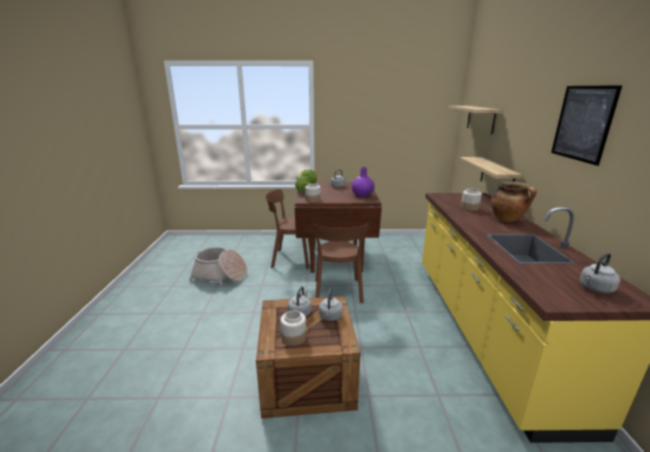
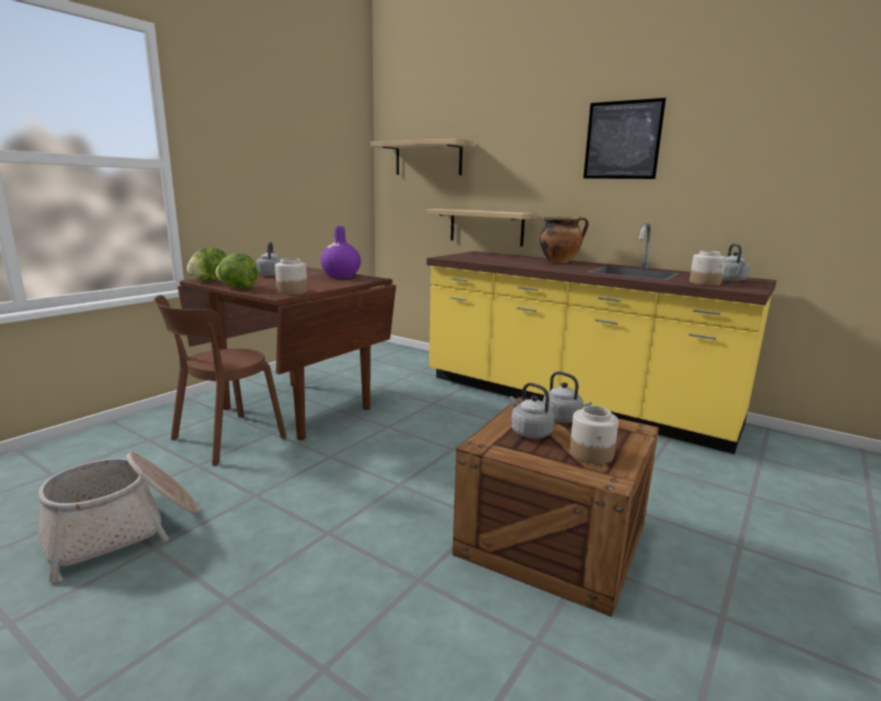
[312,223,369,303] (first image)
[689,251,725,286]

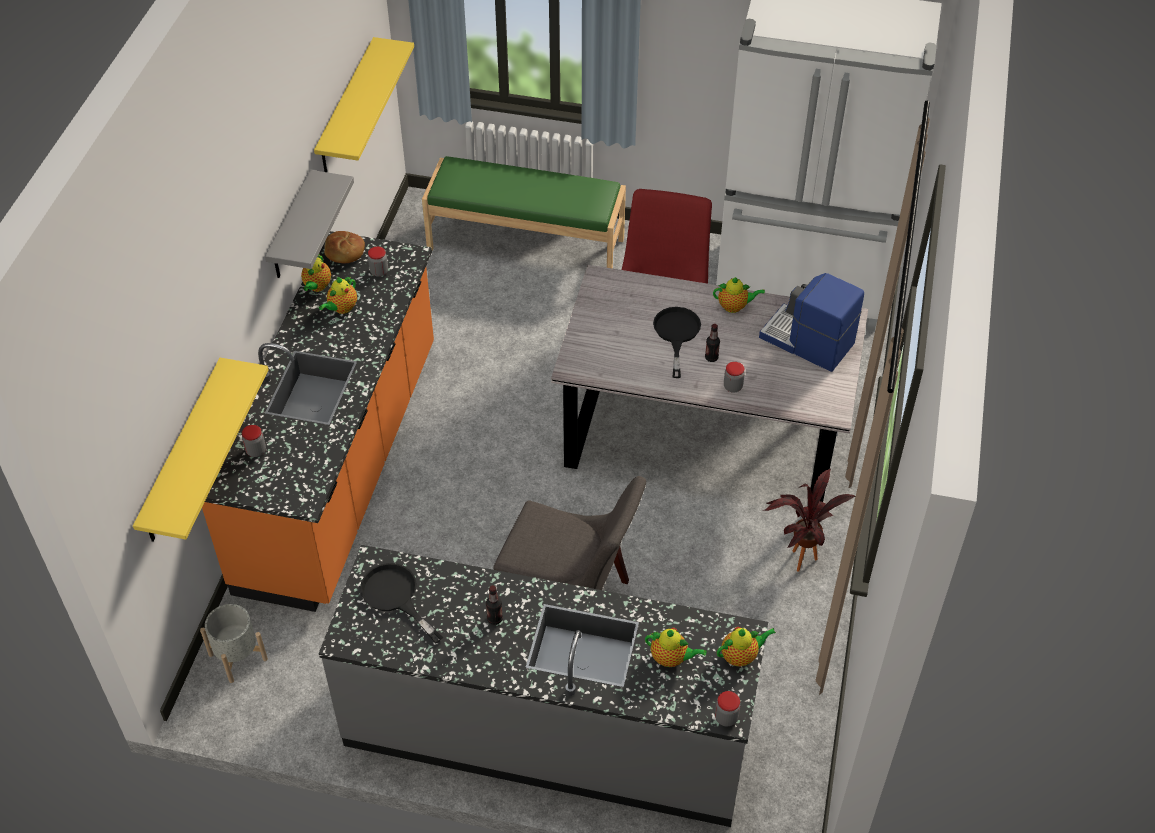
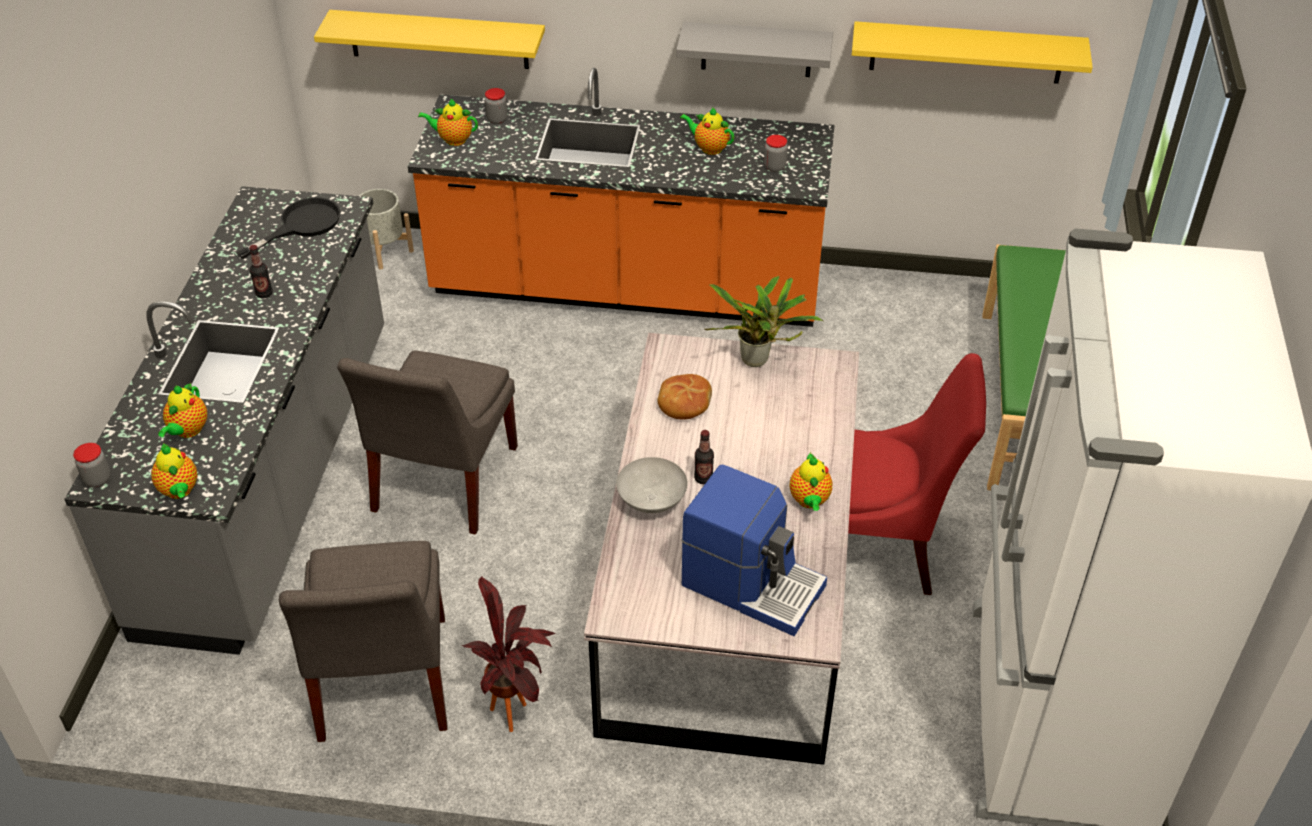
[653,307,701,378] (first image)
[279,541,447,742]
[704,276,823,367]
[418,98,478,146]
[657,374,712,420]
[616,457,688,513]
[681,464,827,636]

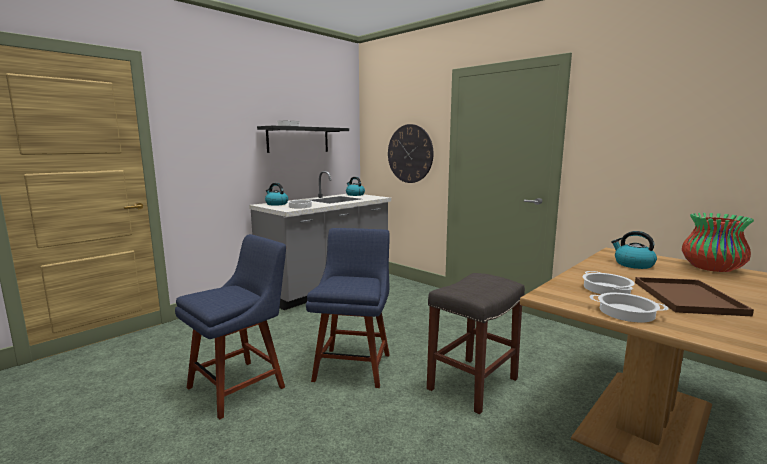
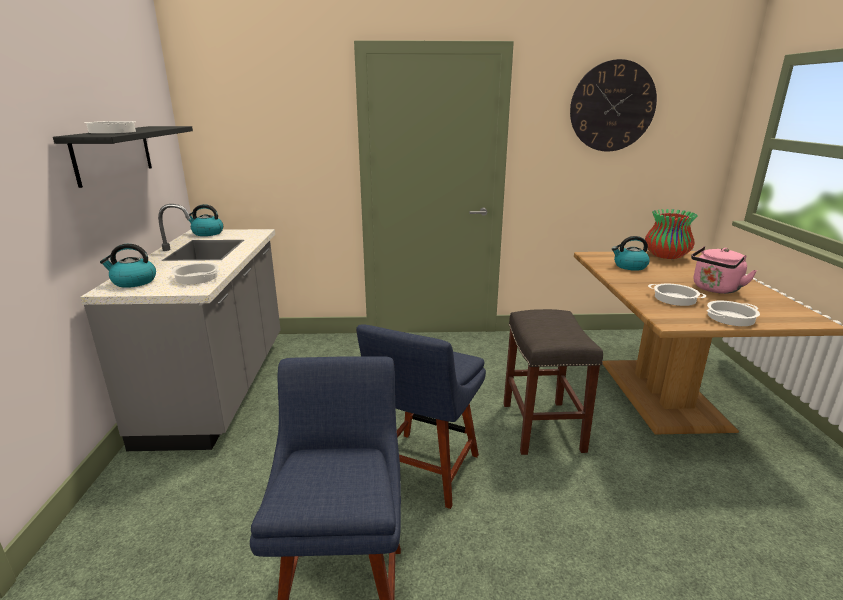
[570,59,657,151]
[691,246,757,294]
[356,324,486,509]

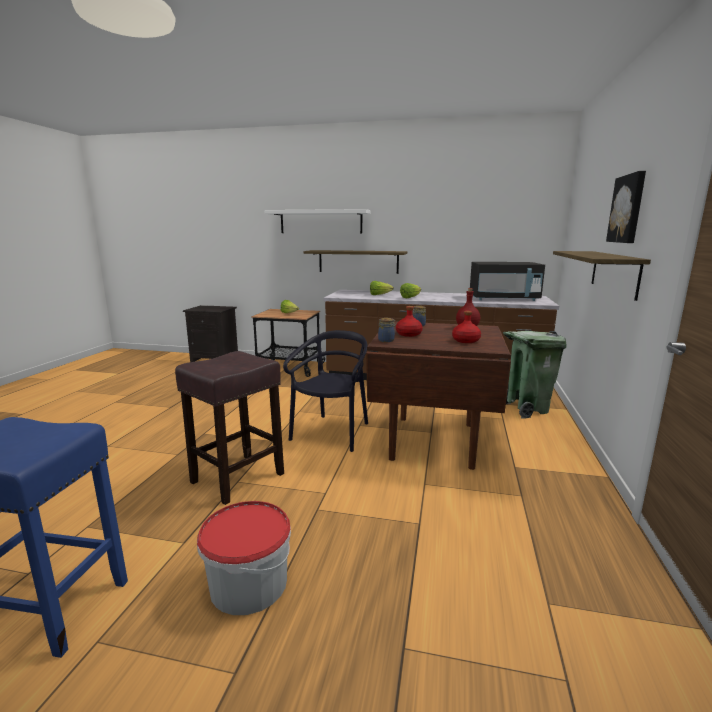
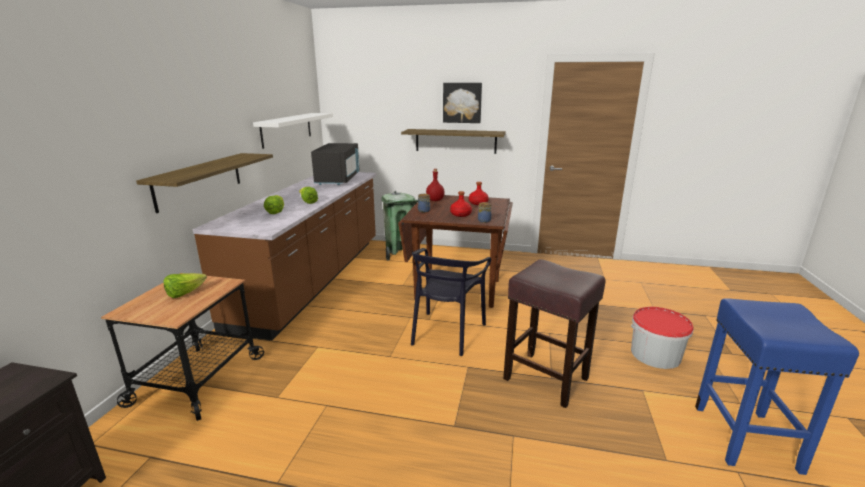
[253,113,333,149]
[411,248,491,356]

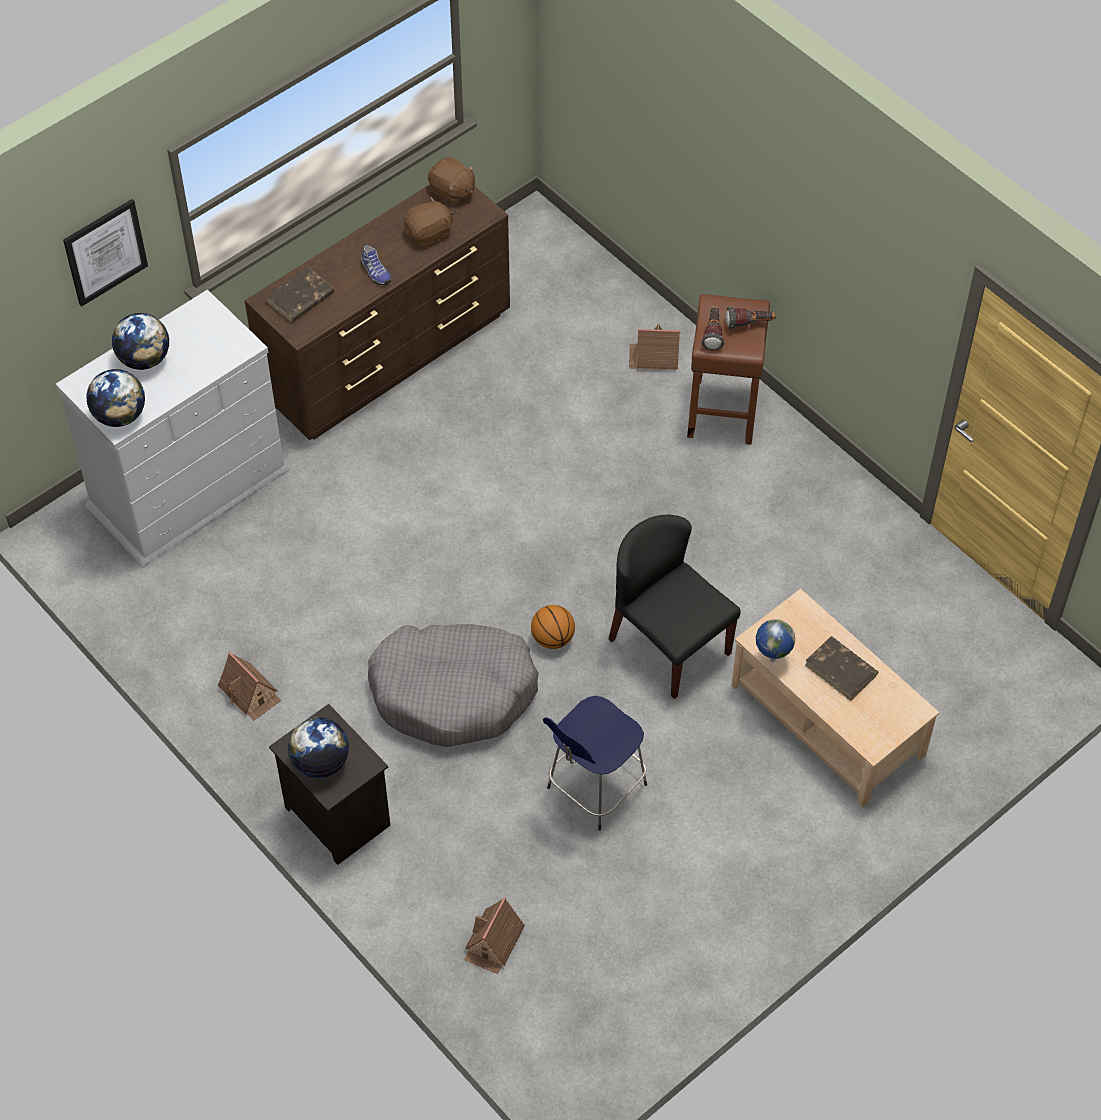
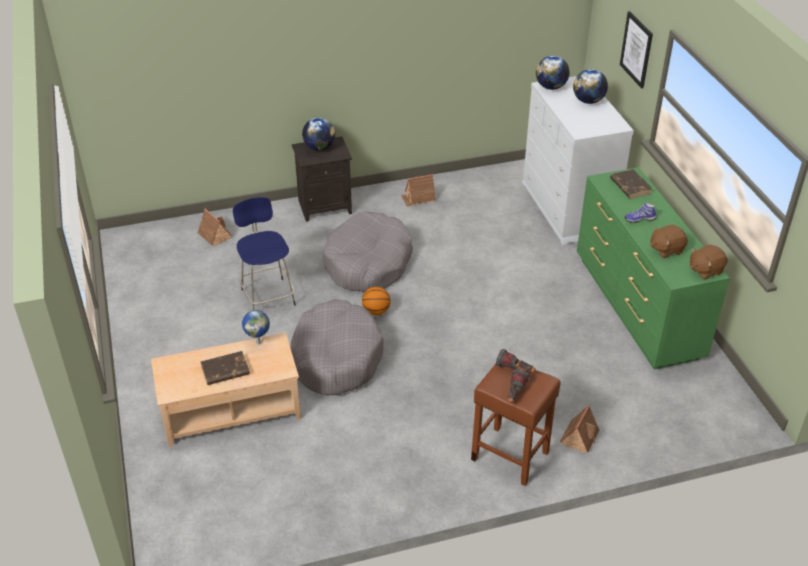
[291,299,384,396]
[577,167,730,369]
[650,225,688,258]

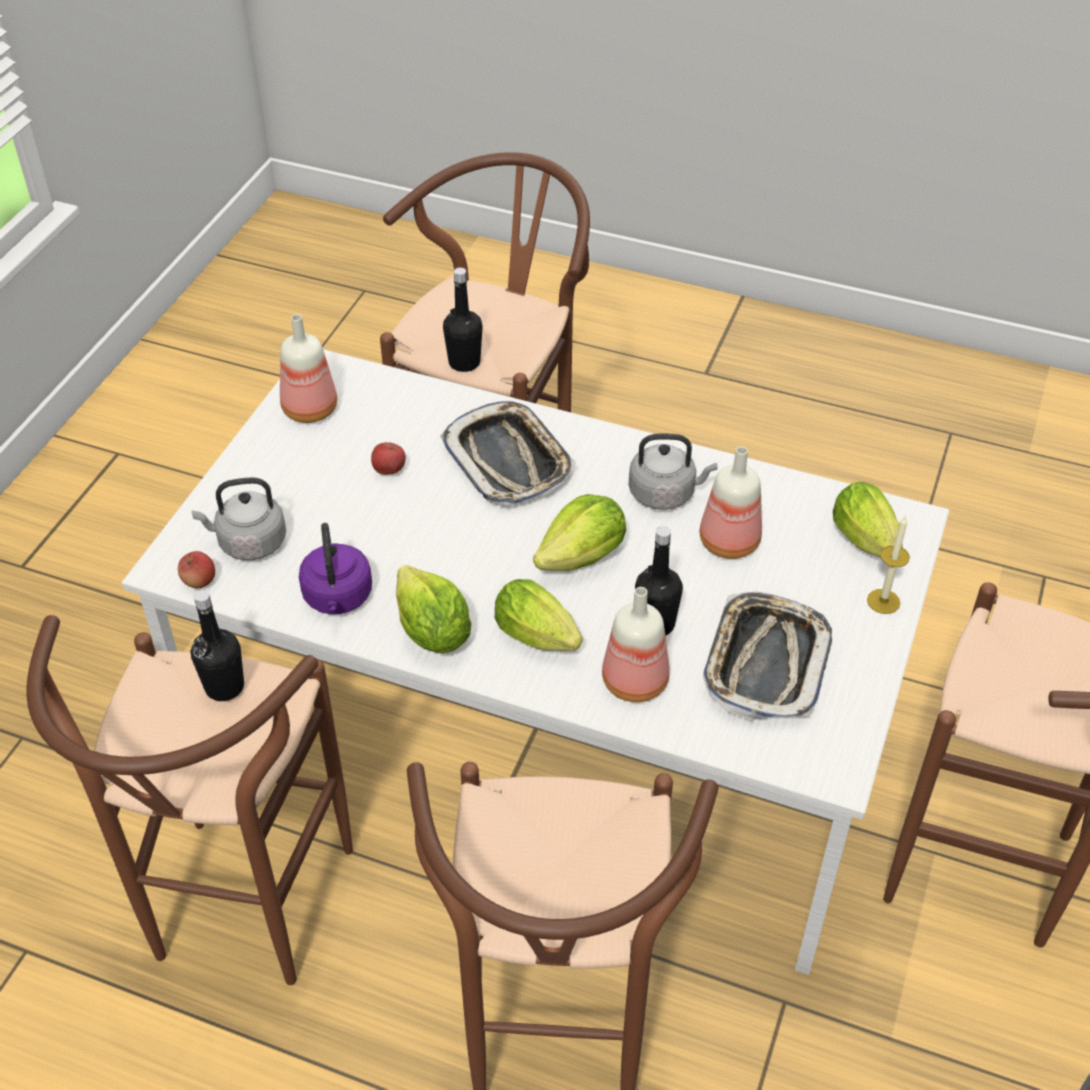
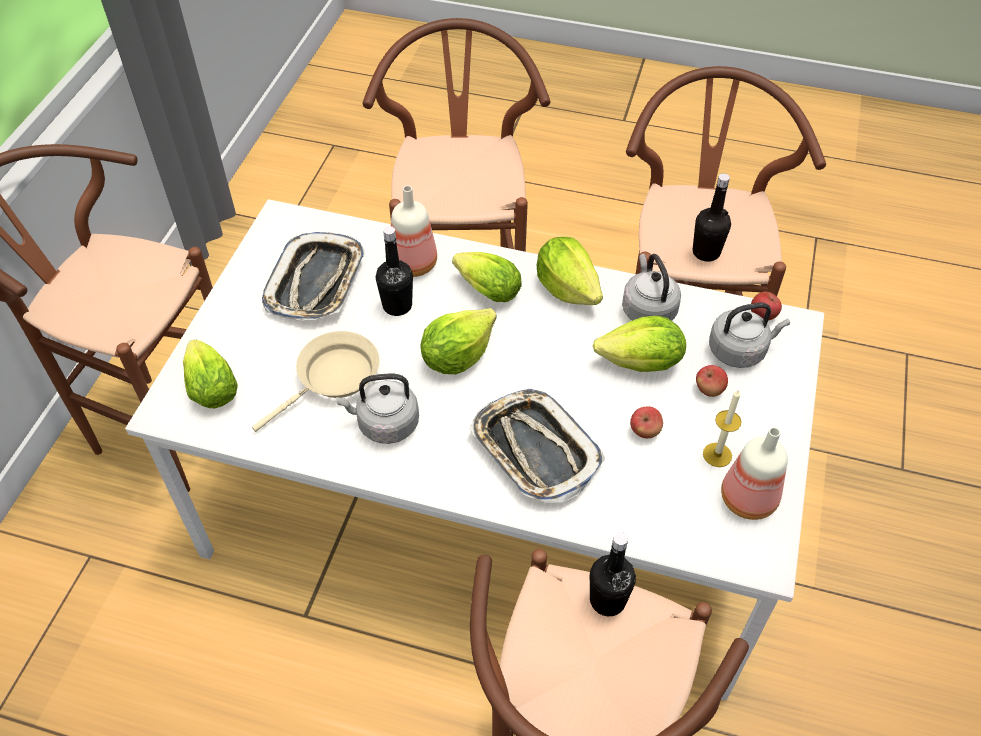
[593,316,686,372]
[696,365,728,397]
[703,389,742,467]
[252,331,380,432]
[622,253,681,321]

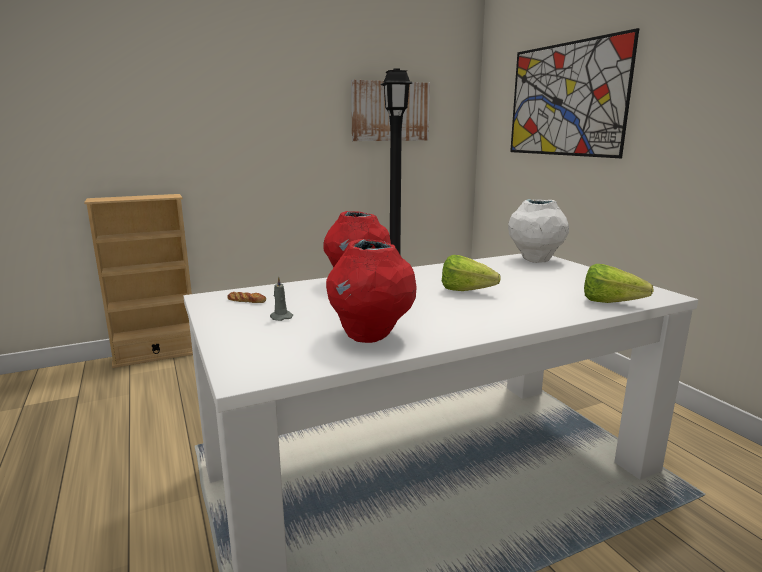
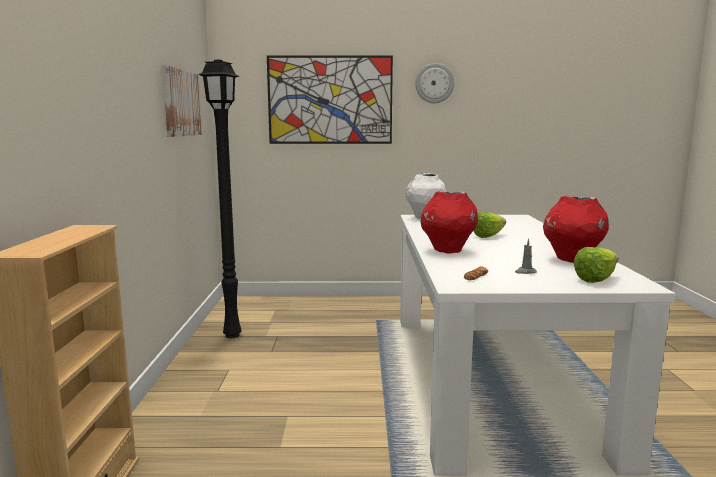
[415,63,454,103]
[574,247,618,283]

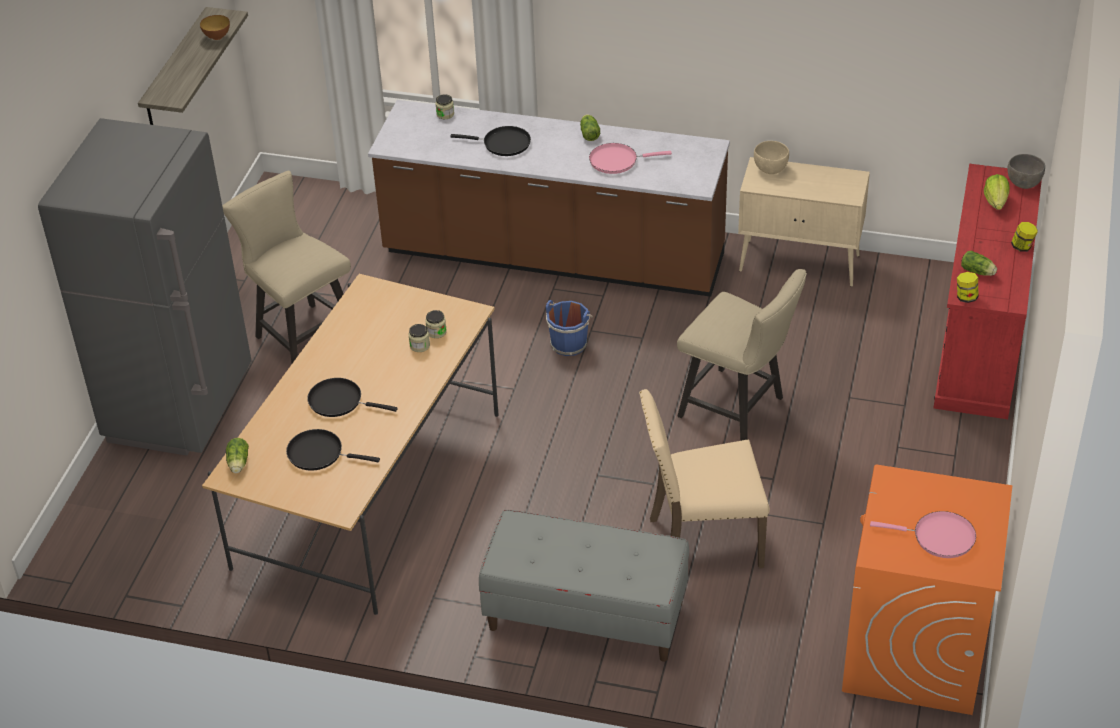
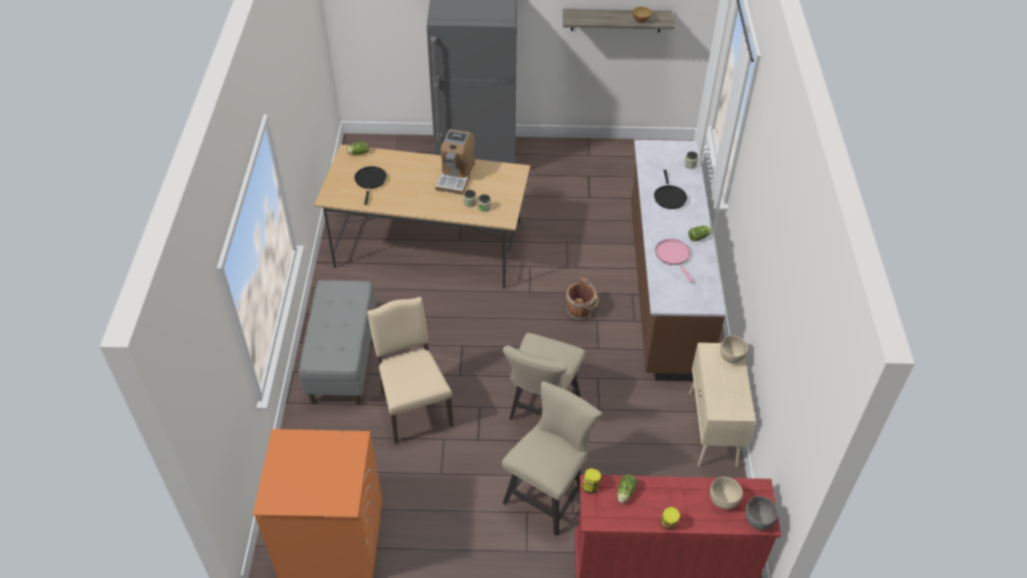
[307,378,398,417] (first image)
[870,511,976,558] (first image)
[435,129,475,195]
[502,381,602,536]
[710,477,743,509]
[566,278,599,320]

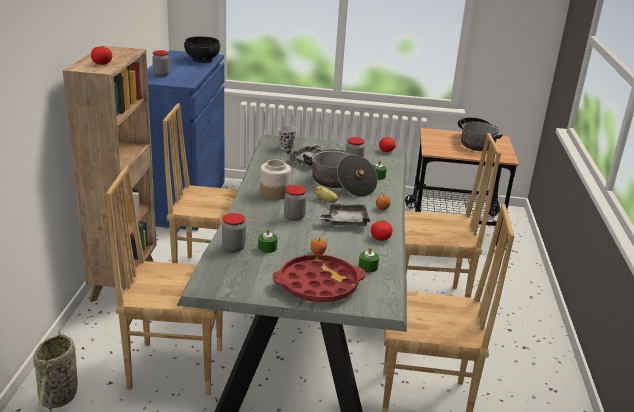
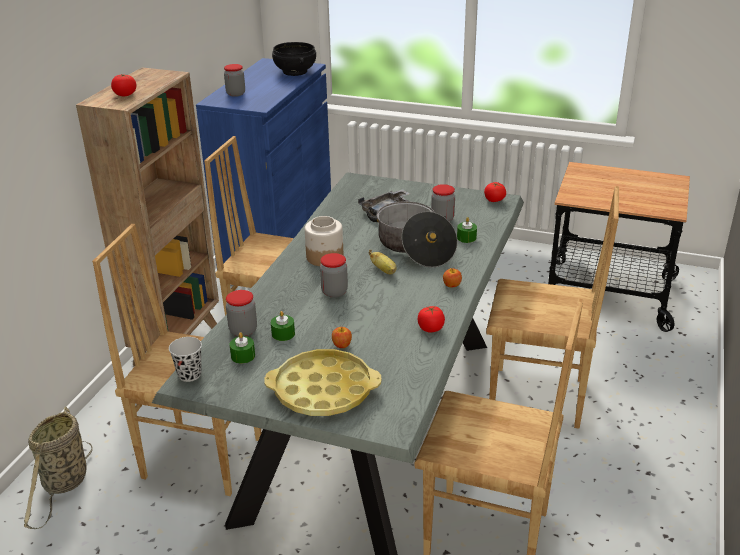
[318,203,370,226] (first image)
[458,117,502,151] (first image)
[169,337,202,382]
[230,332,255,364]
[264,349,381,416]

